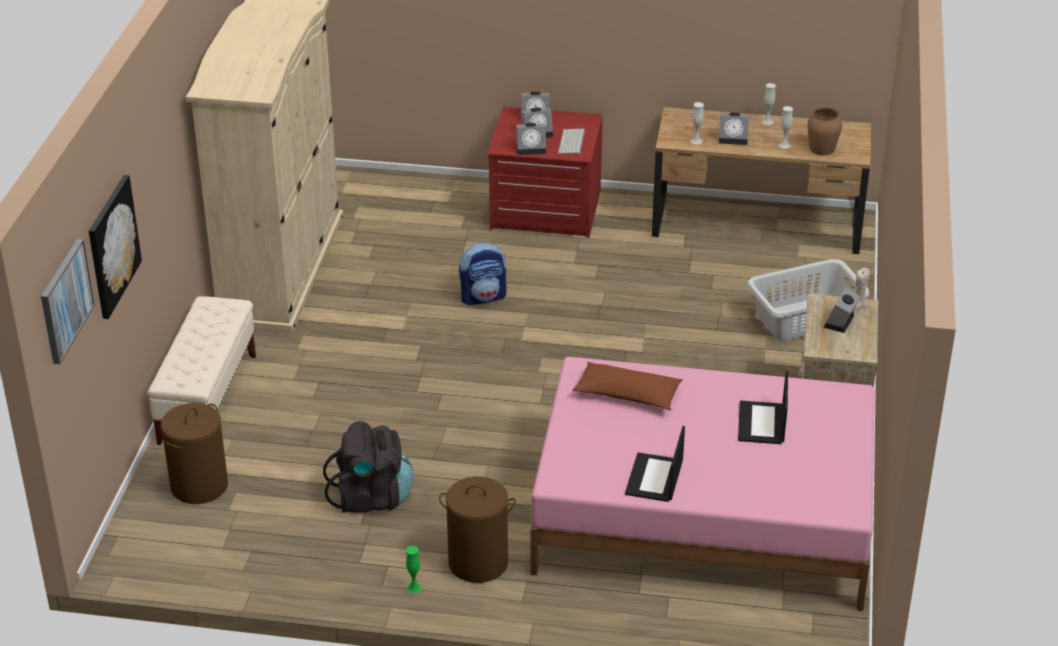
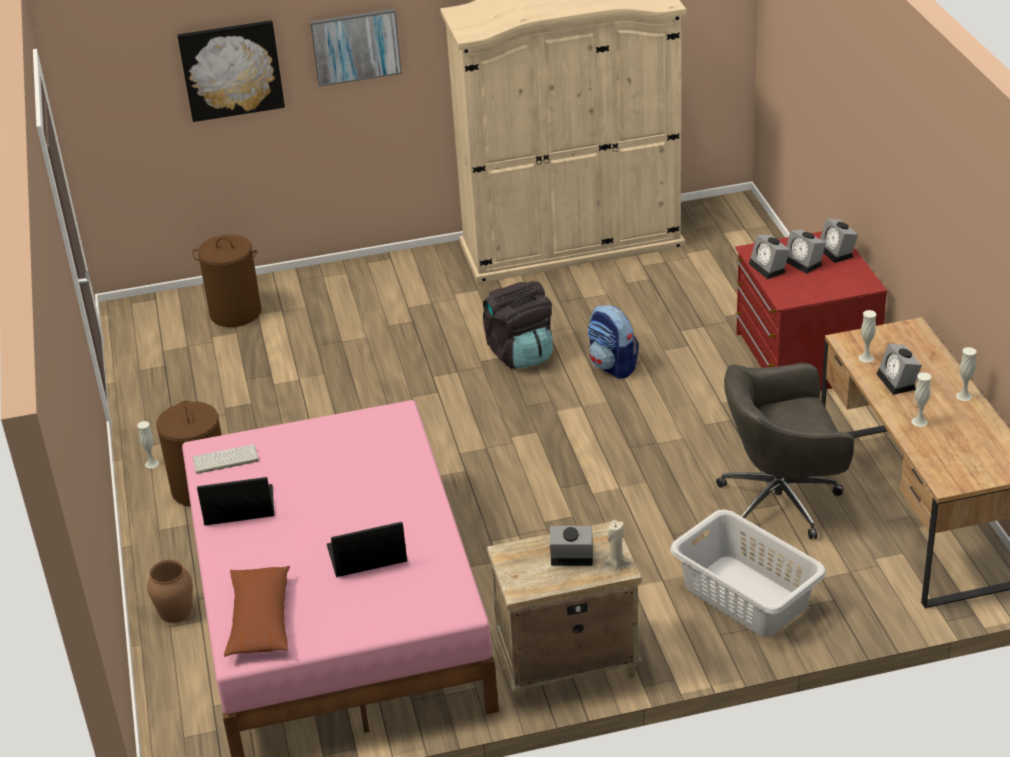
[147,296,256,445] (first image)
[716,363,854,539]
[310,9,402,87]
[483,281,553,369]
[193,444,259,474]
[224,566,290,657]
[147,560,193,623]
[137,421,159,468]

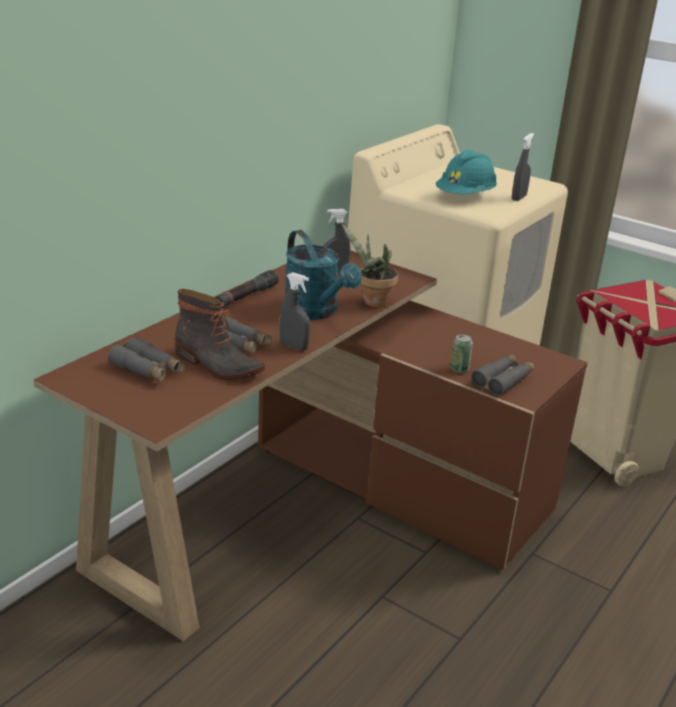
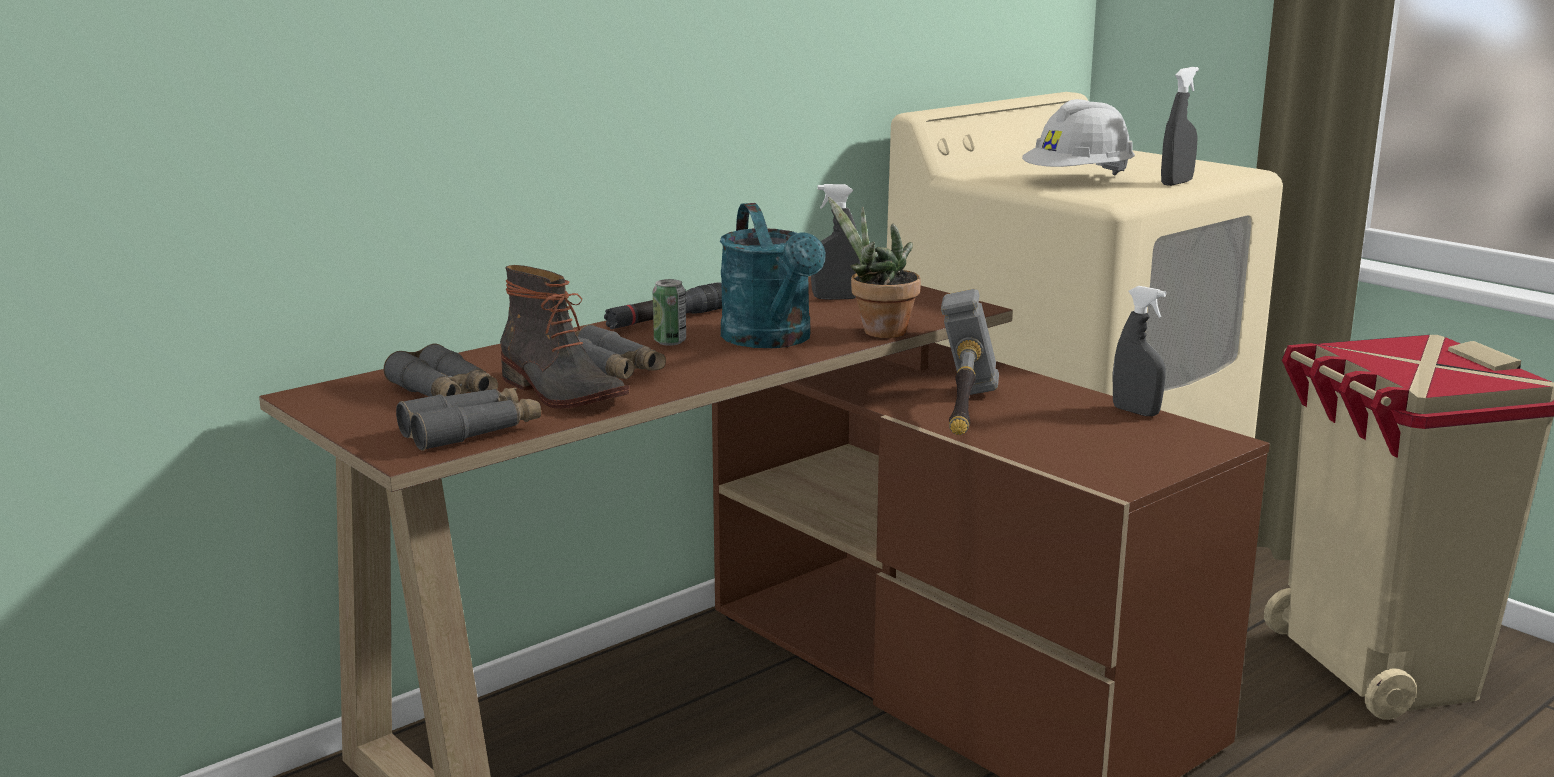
[941,289,999,435]
[1113,286,1166,416]
[653,279,686,345]
[396,388,541,451]
[1022,99,1135,176]

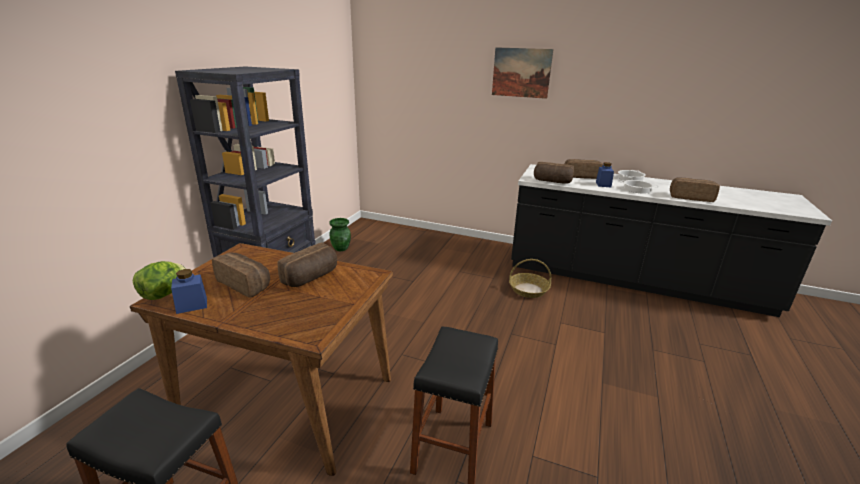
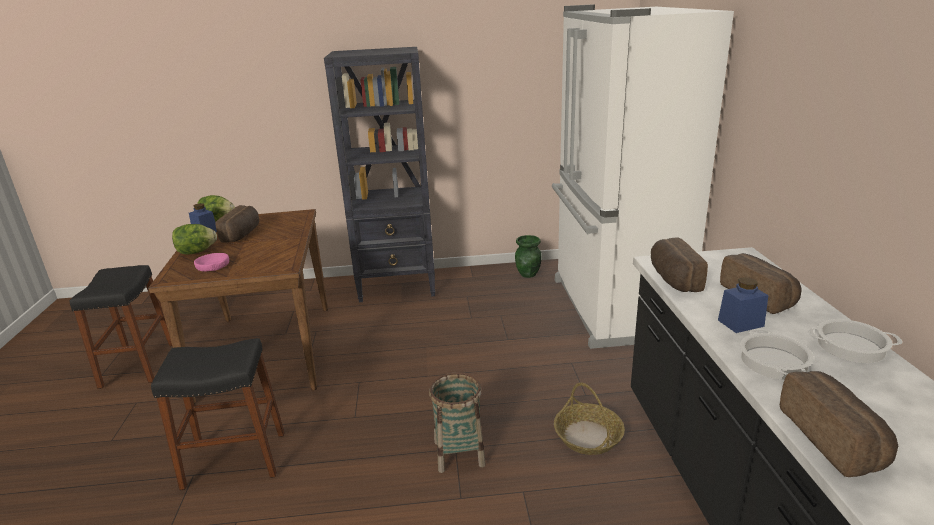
[278,242,337,287] (first image)
[492,47,554,99] (first image)
[172,224,217,254]
[194,253,229,272]
[429,373,486,473]
[552,4,734,349]

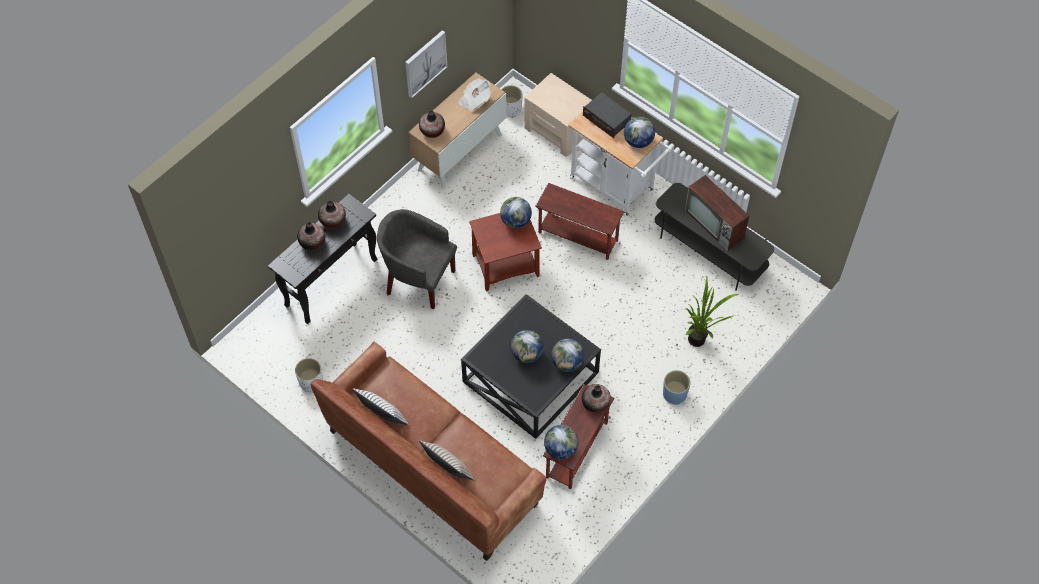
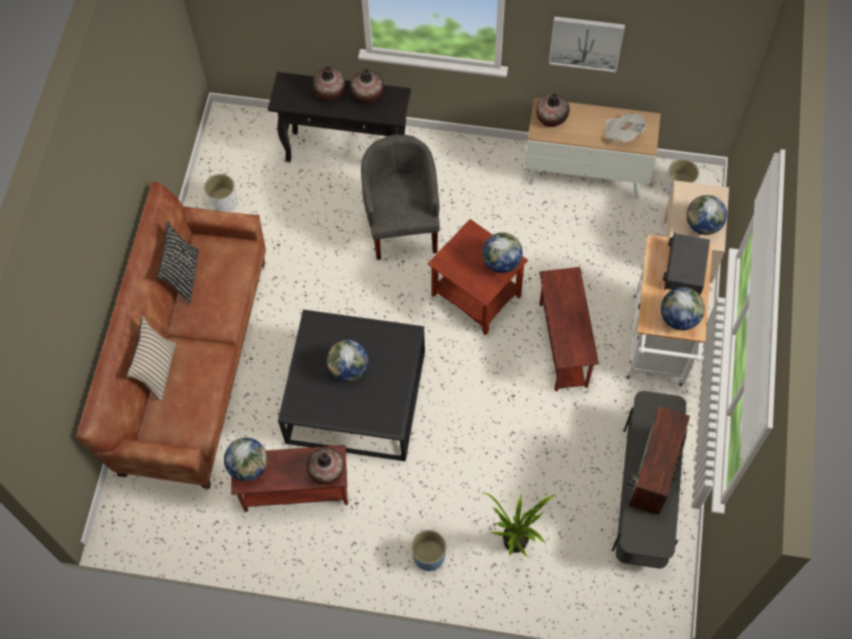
[686,195,727,235]
[157,221,199,305]

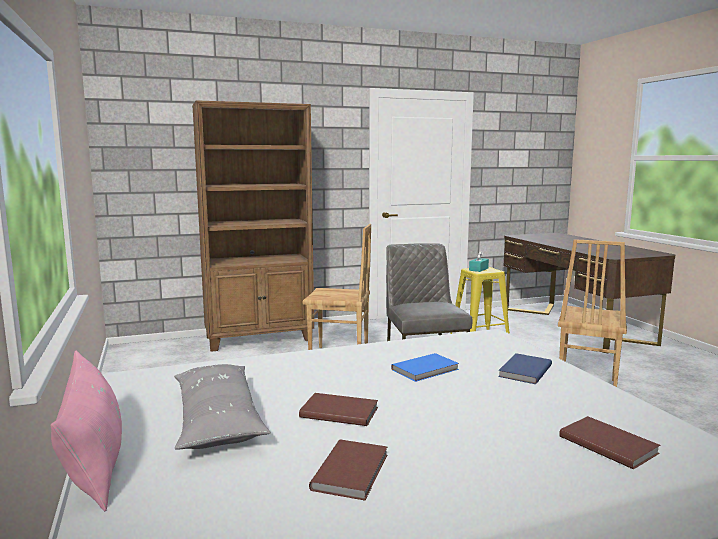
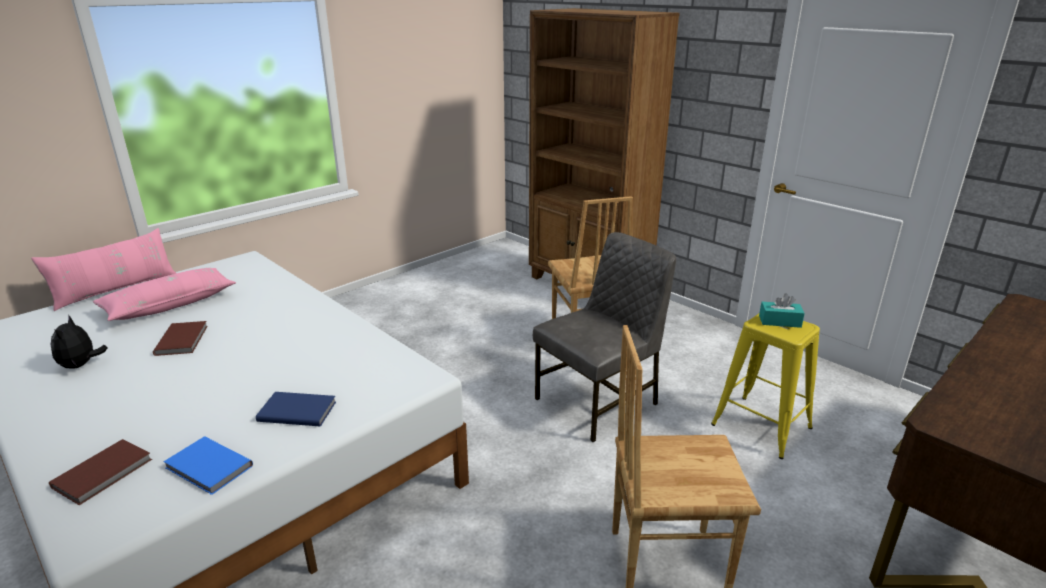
[163,436,253,495]
[51,316,108,369]
[93,268,236,321]

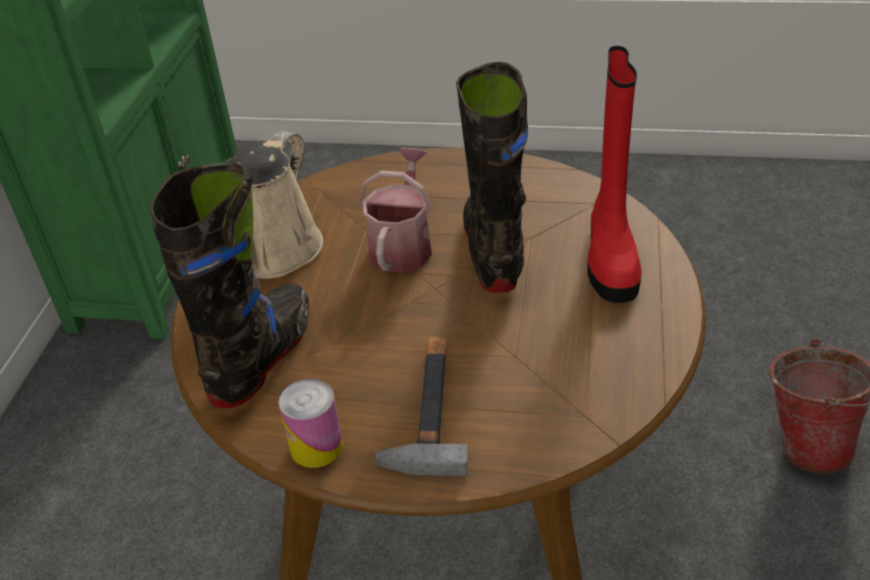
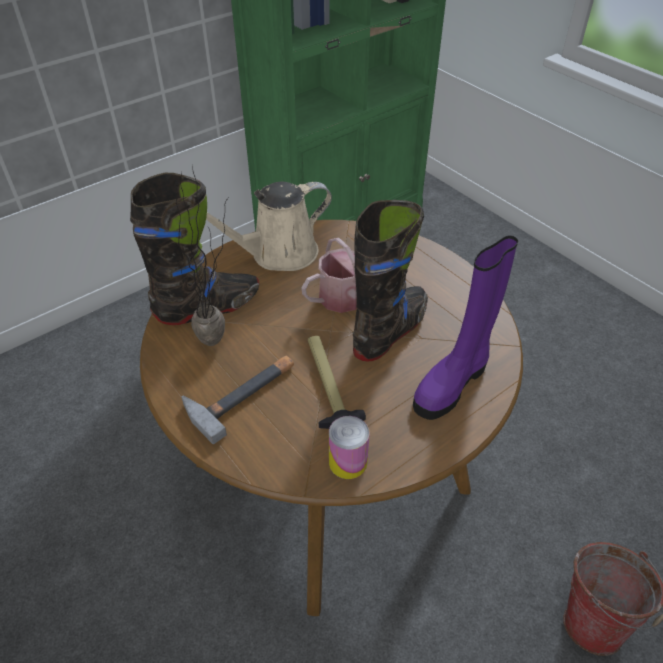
[170,167,229,346]
[308,336,366,429]
[329,416,370,479]
[413,235,518,420]

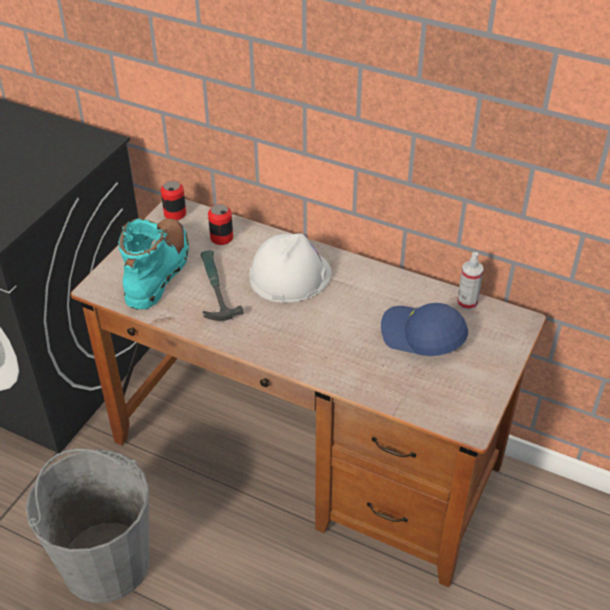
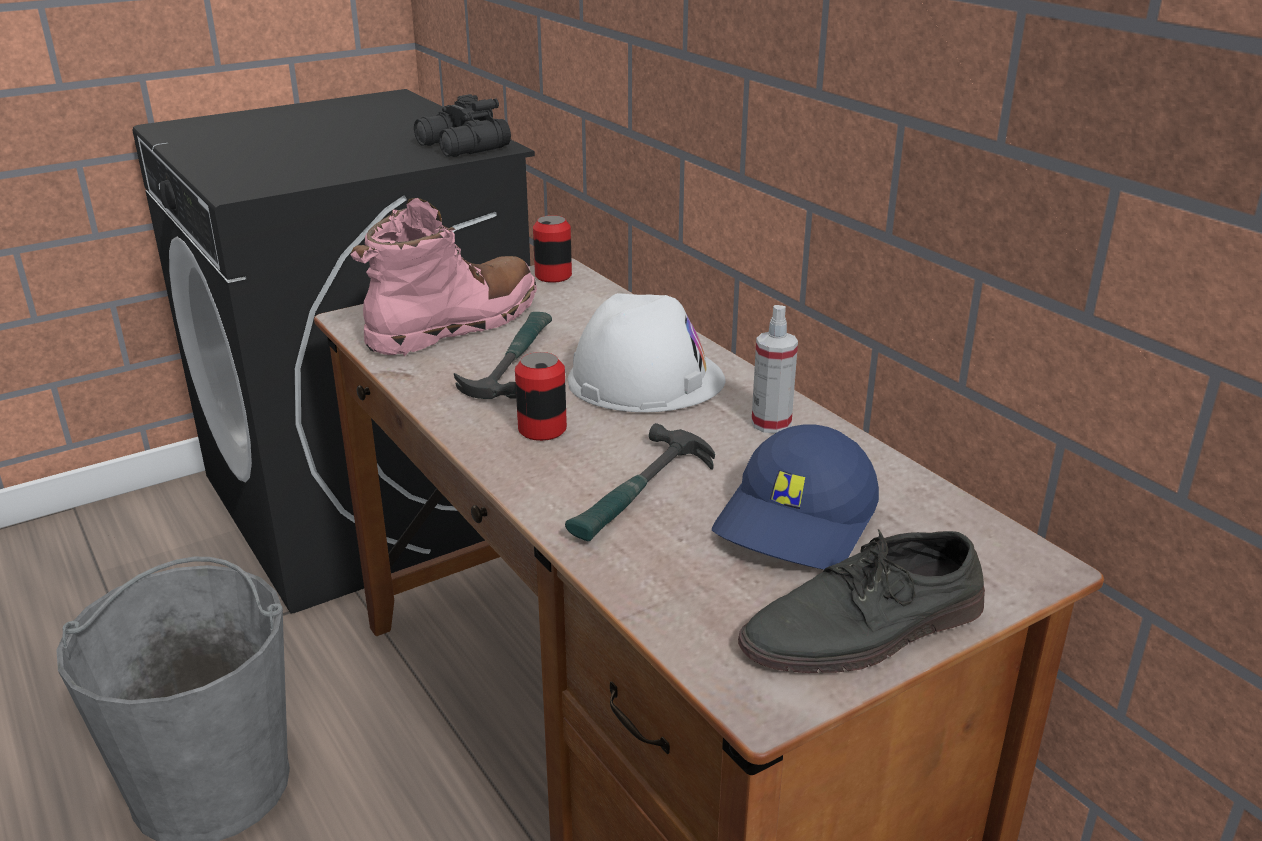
[414,94,511,157]
[565,423,715,541]
[738,529,985,673]
[515,352,567,441]
[751,305,798,433]
[350,198,537,356]
[712,425,879,570]

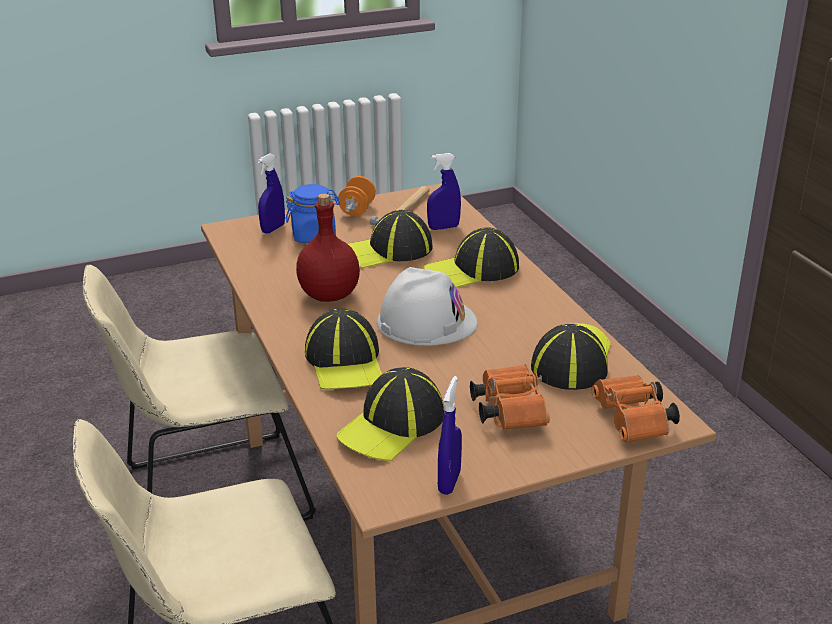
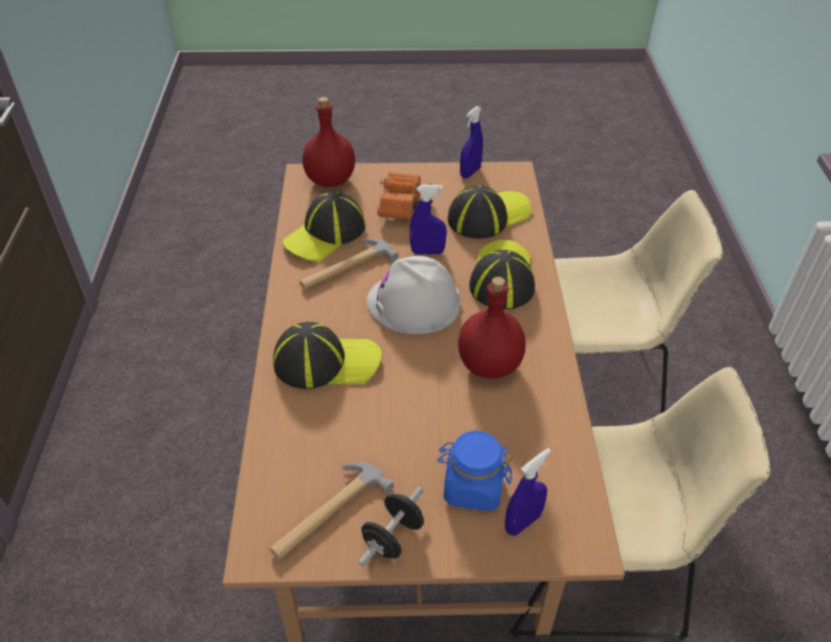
[348,210,433,268] (first image)
[299,239,399,289]
[410,185,447,255]
[302,97,355,187]
[359,487,424,566]

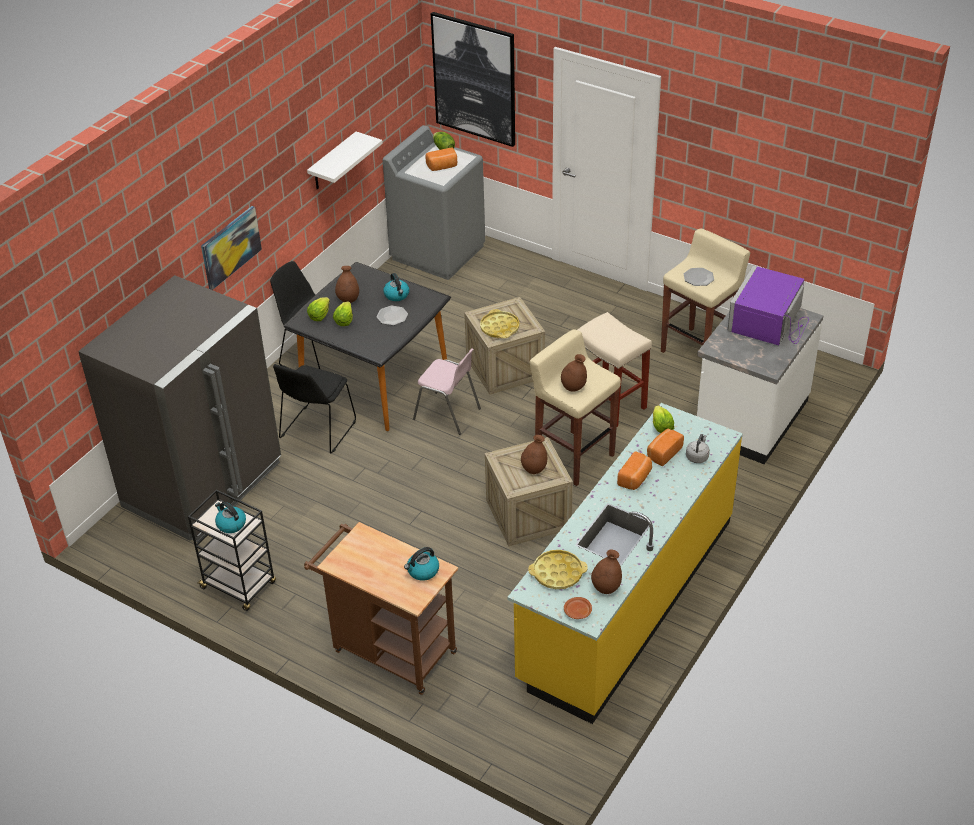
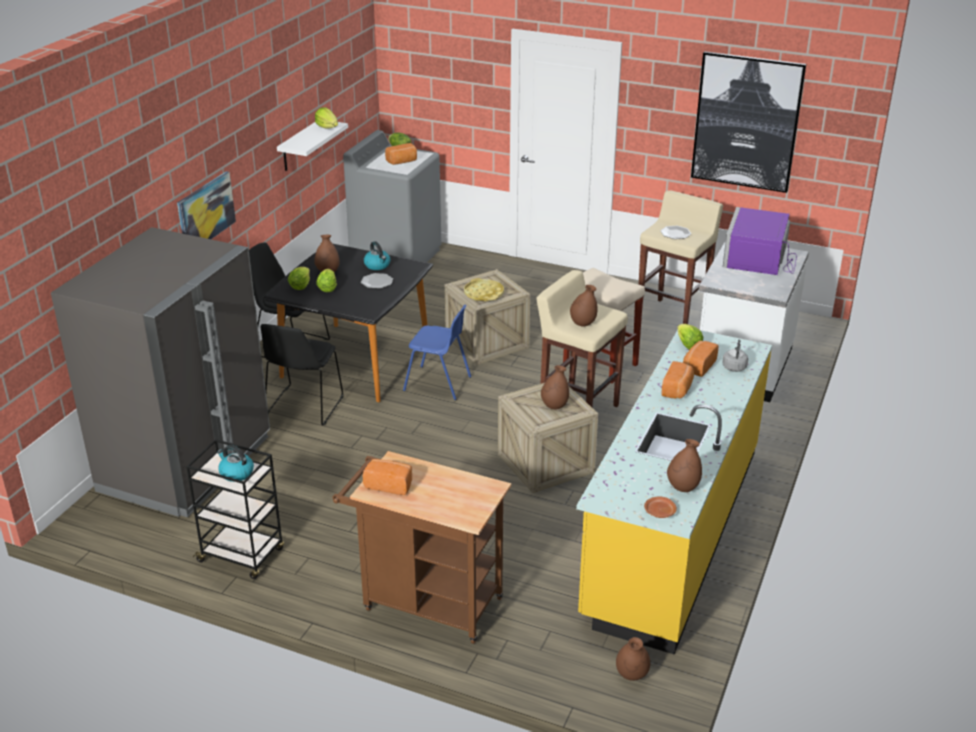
[404,547,439,581] (first image)
[528,550,588,589] (first image)
[315,107,338,129]
[363,459,412,495]
[616,637,650,681]
[691,51,806,193]
[403,305,471,400]

